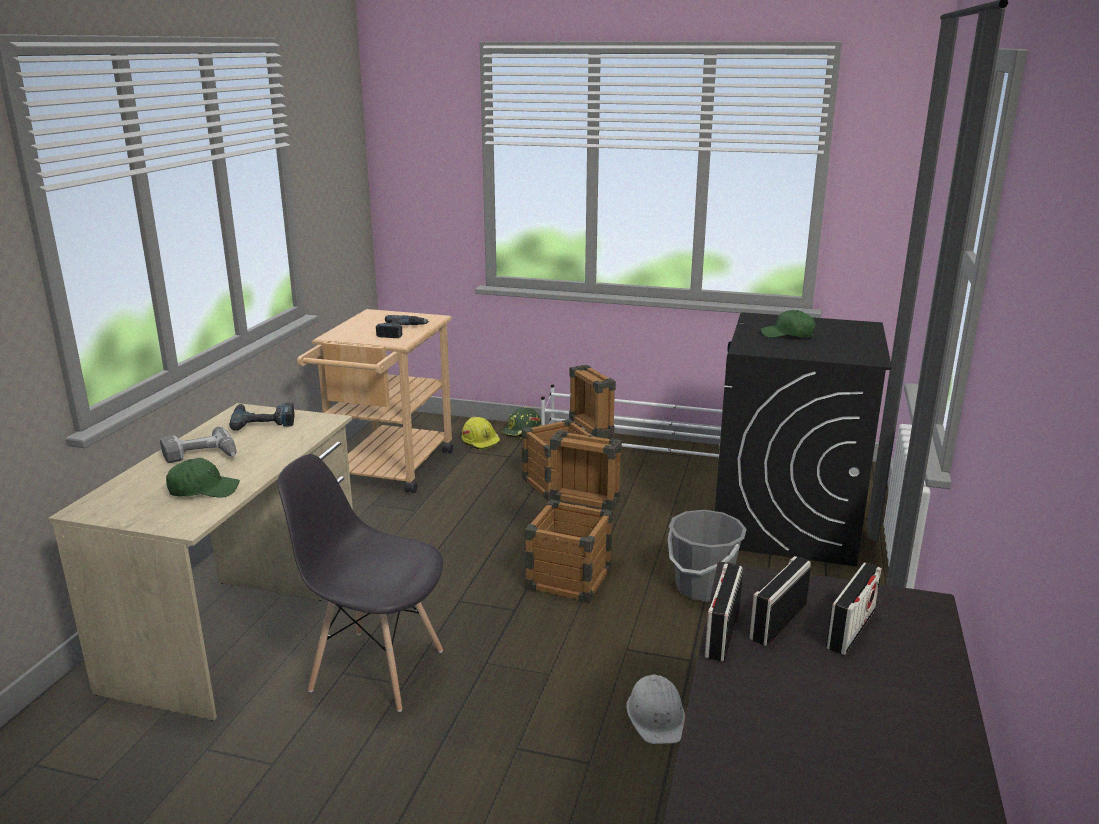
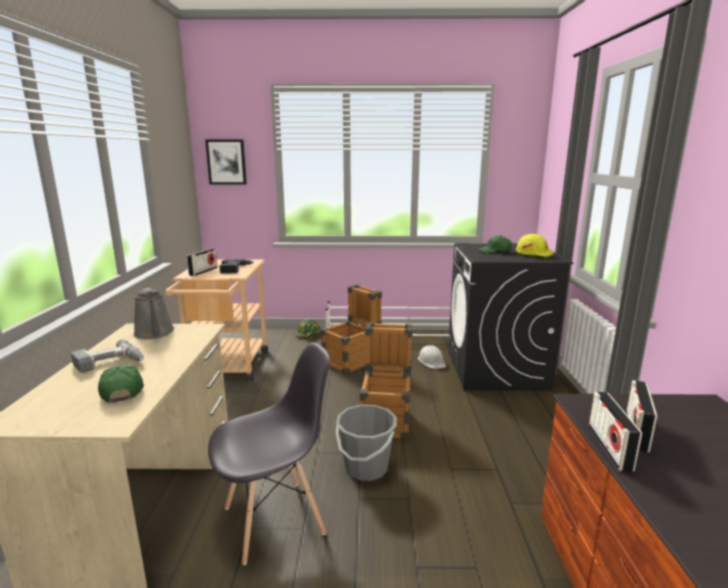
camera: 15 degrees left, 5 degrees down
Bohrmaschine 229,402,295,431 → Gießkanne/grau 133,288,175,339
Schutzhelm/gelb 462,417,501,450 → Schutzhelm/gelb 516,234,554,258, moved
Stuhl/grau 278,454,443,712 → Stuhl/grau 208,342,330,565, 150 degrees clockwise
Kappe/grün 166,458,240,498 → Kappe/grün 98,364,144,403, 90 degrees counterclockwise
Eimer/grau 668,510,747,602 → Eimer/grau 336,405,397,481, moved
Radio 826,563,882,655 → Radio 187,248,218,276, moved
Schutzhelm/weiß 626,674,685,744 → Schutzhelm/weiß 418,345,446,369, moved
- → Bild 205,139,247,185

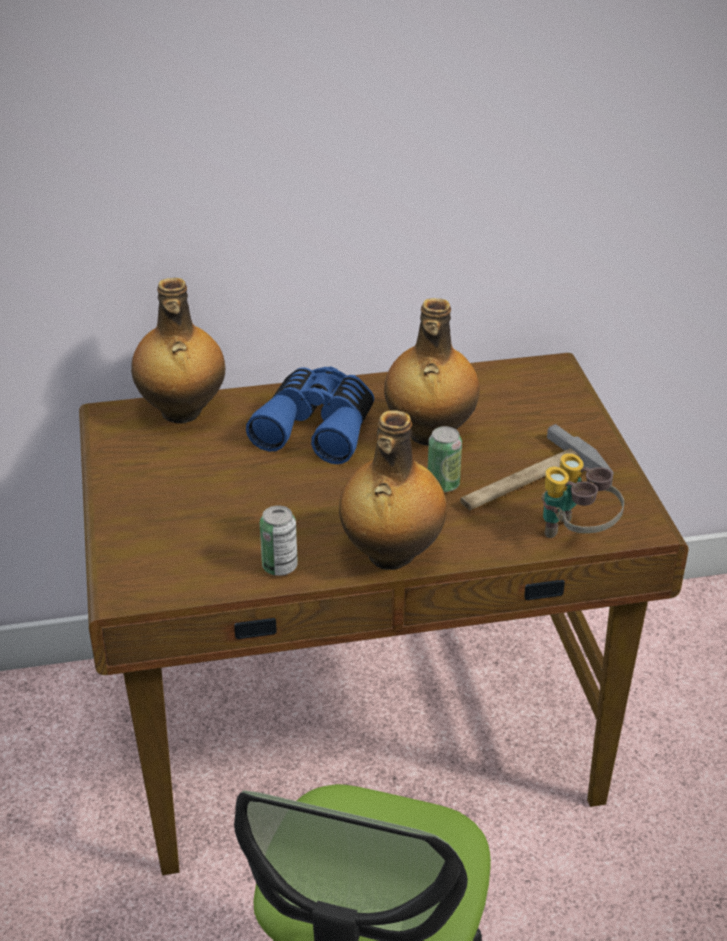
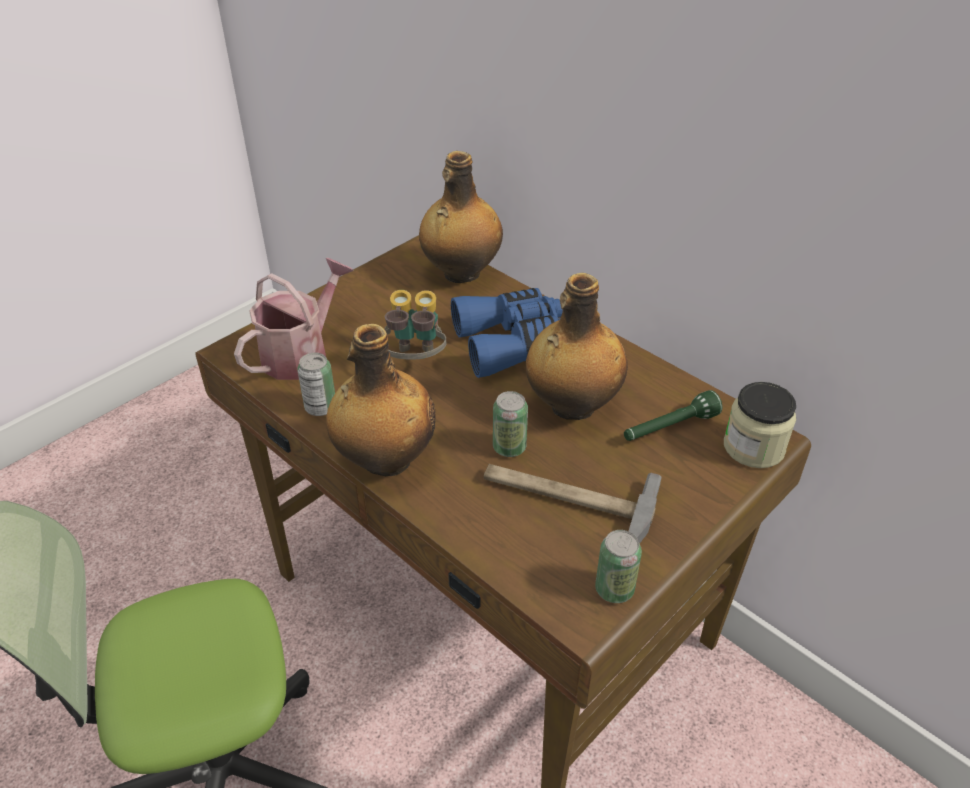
camera: 55 degrees right, 5 degrees up
Fernglas 541,453,624,538 → Fernglas 384,290,446,360, moved
- → Gießkanne 234,258,354,380
- → Vorratsglas 724,382,796,468
- → Taschenlampe/grün 624,390,723,441
- → Dose 595,530,642,603

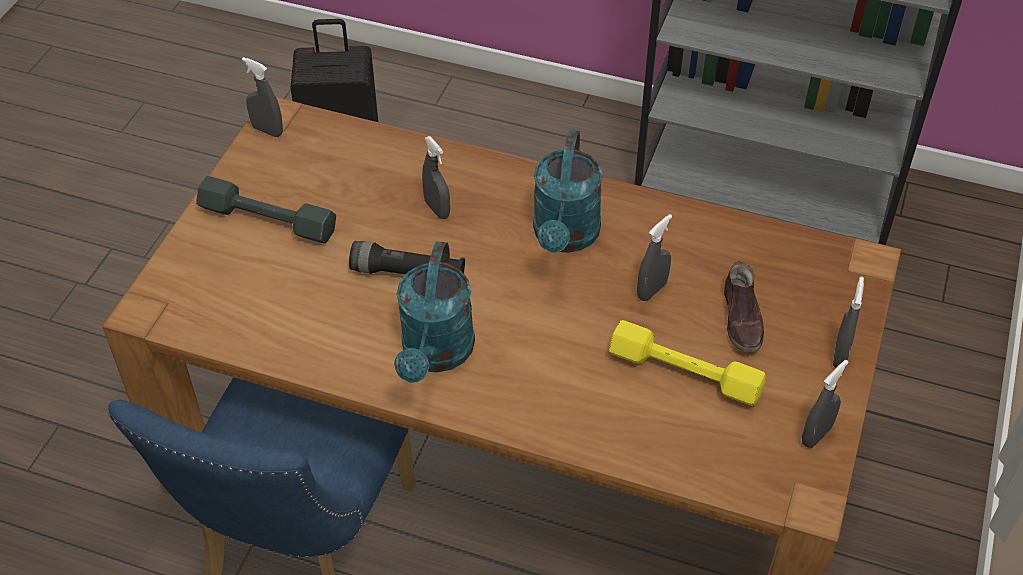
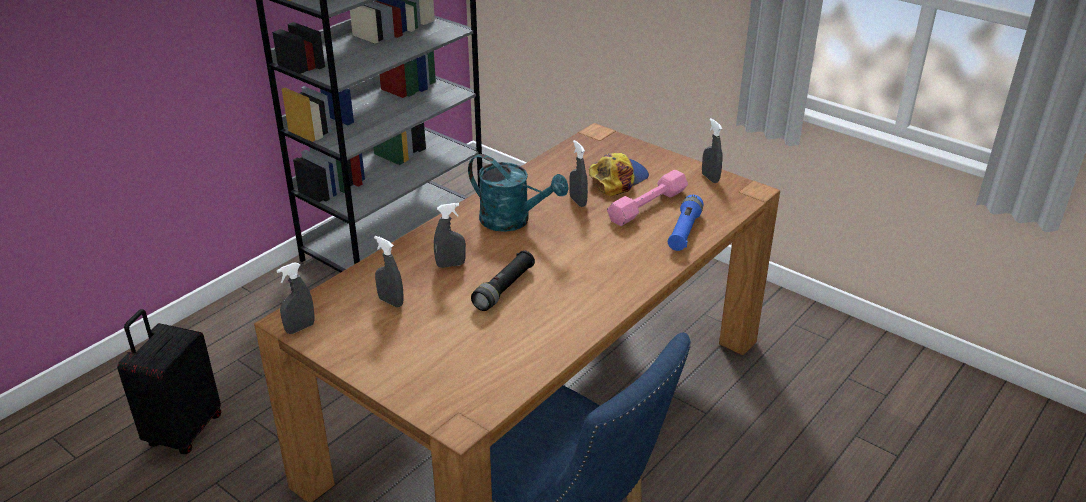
camera: 70 degrees left, 15 degrees down
Hantel/grau 196,176,336,244 → -
Gießkanne/türkis 394,241,475,383 → -
Schuh/braun 724,261,764,352 → Kappe 589,153,649,196
Sprühflasche/grau 833,277,864,368 → Sprühflasche/grau 374,236,404,307, moved
Hantel/gelb 609,320,766,406 → Hantel/rosa 607,170,688,226
- → Taschenlampe/blau 668,195,703,251

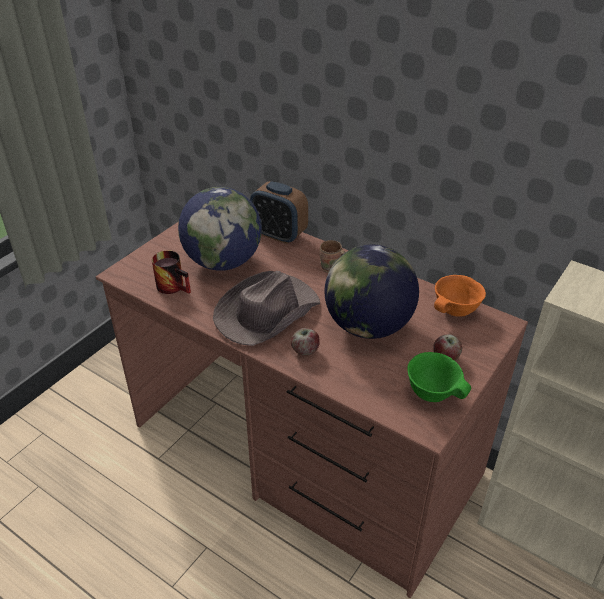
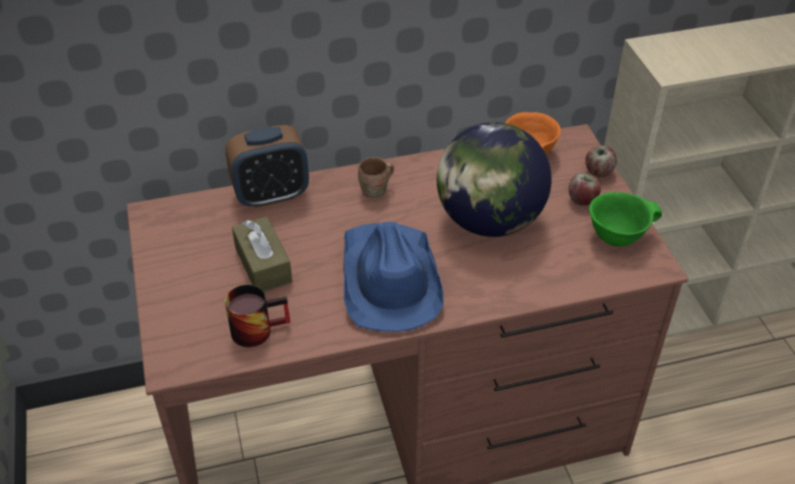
camera: 50 degrees left, 5 degrees up
Globus 178,187,262,271 → Taschentuchbox/braun 232,216,292,291
Hut/braun 213,271,320,346 → Hut/blau 343,222,444,332
Apfel 291,328,320,356 → Apfel 585,146,617,177, moved

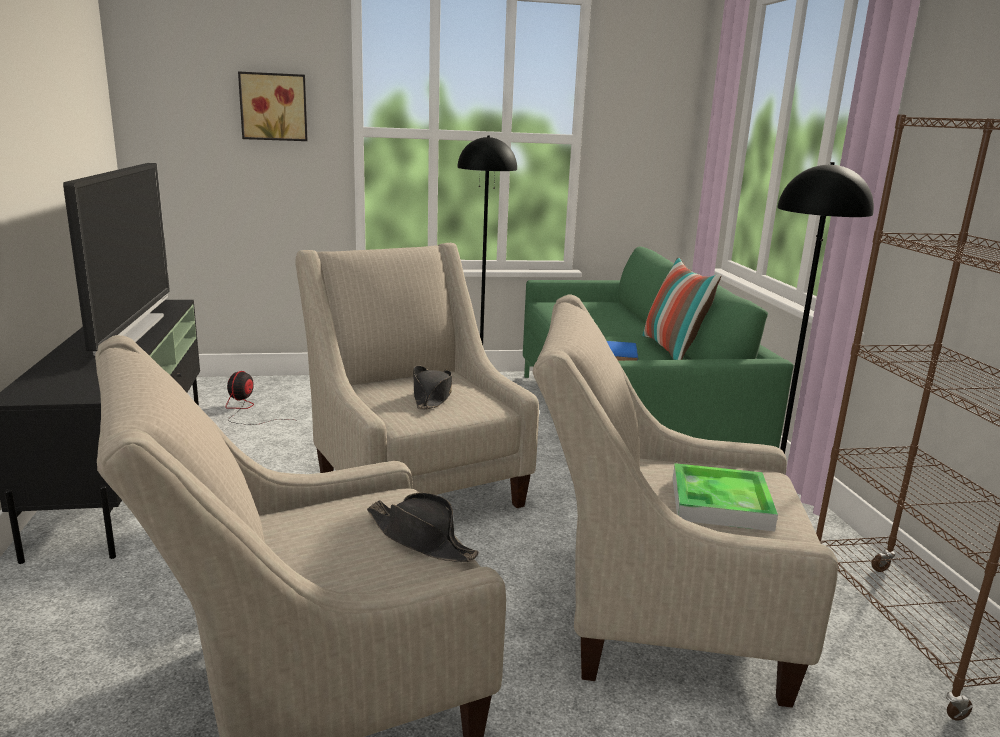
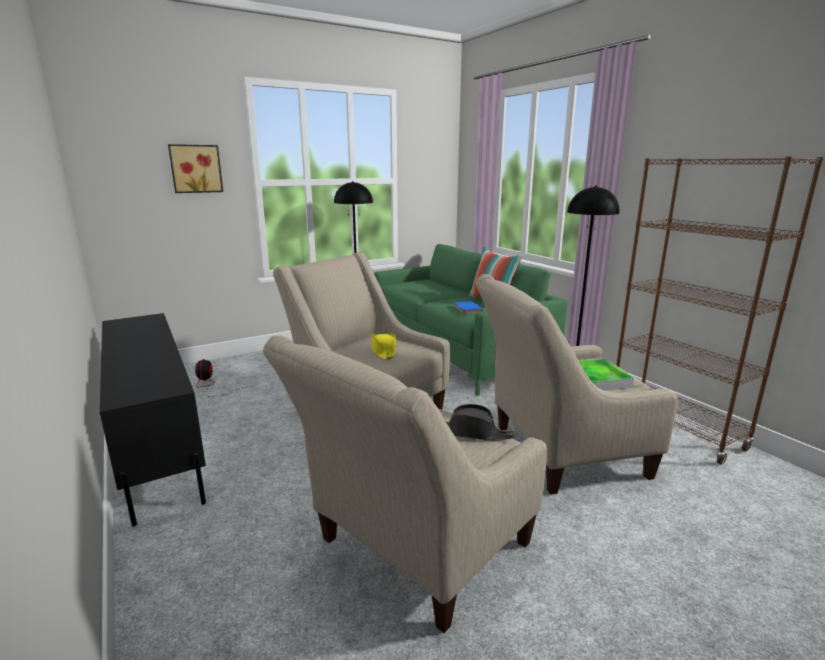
camera: 20 degrees left, 0 degrees up
Fernseher 63,163,170,356 → -
Hut/schwarz 413,365,452,409 → Hut/gelb 371,332,396,360

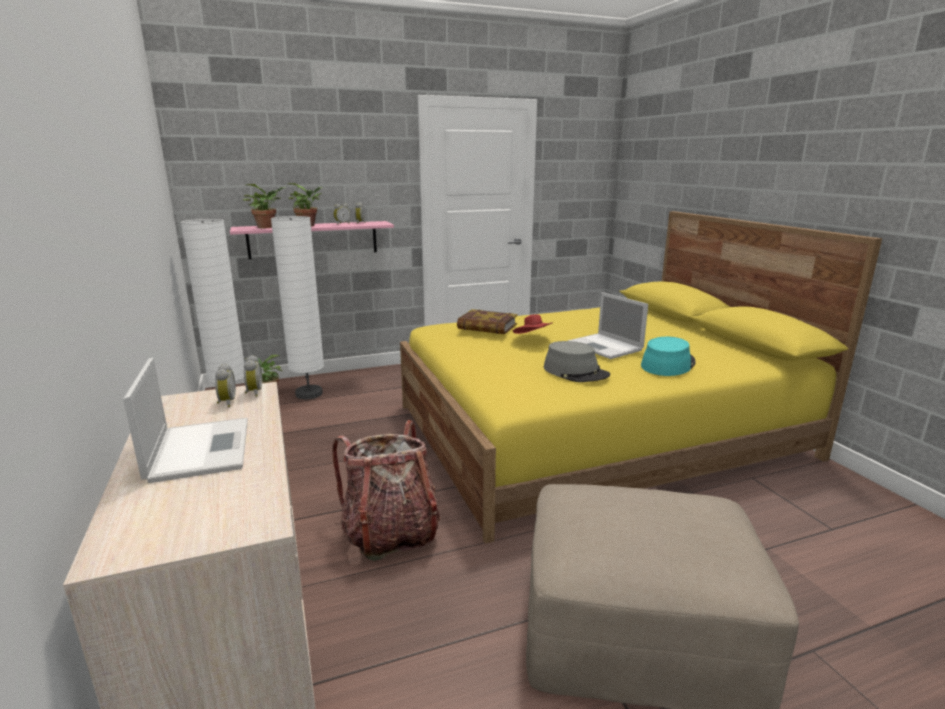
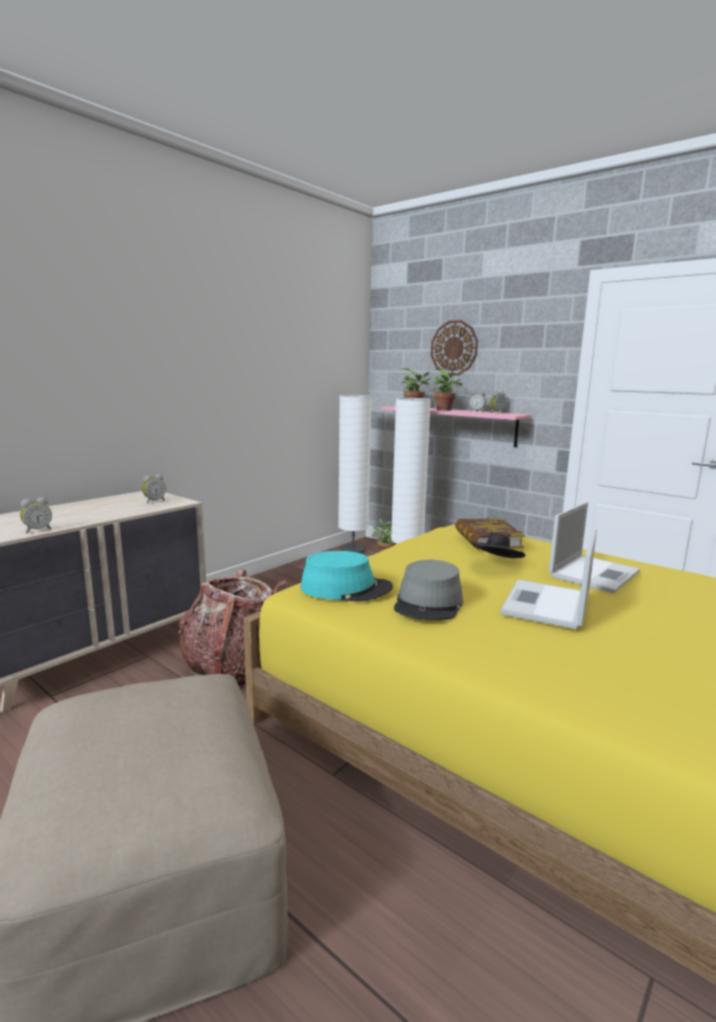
camera: 60 degrees right, 5 degrees down
Hut/rot 513,315,553,334 → Hut/schwarz 469,533,525,558
Hut/türkis 641,337,695,376 → Hut/türkis 300,551,393,602, moved
Wecker 244,355,262,397 → Wecker 20,497,52,533, moved
Laptop 123,358,248,483 → Laptop 549,502,640,593, moved
- → Wanduhr 431,320,478,376

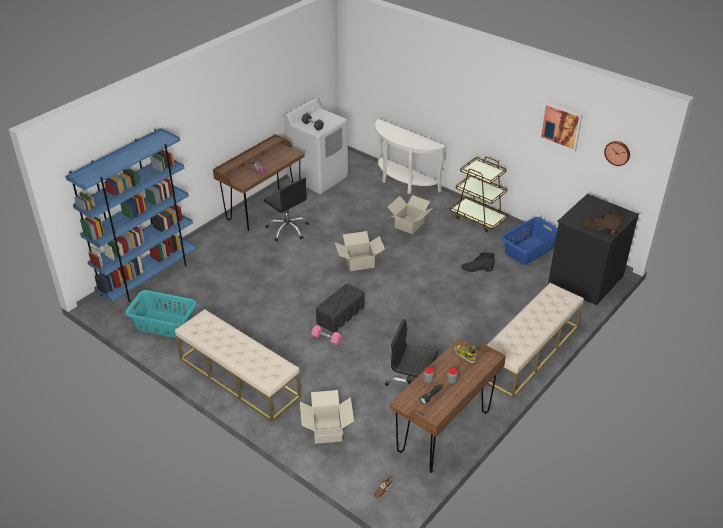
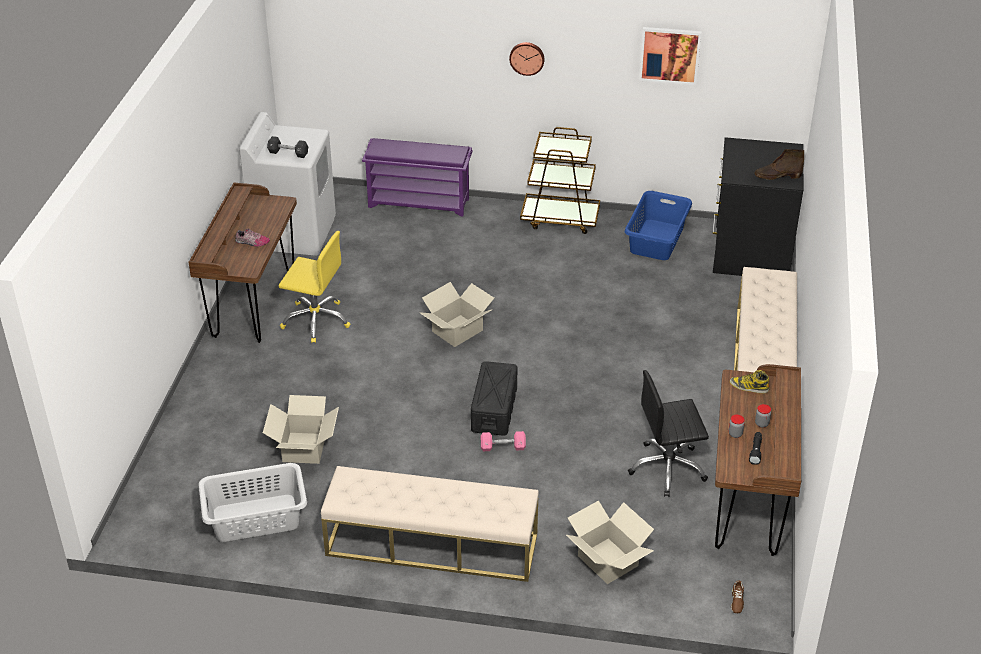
camera: 30 degrees left, 0 degrees up
Konsolentisch/weiß 375,119,446,194 → Schuhregal/lila 362,138,472,217
Bücherregal/blau 65,128,197,302 → -
Wanduhr 604,141,630,166 → Wanduhr 509,42,545,76, moved
Bürostuhl/schwarz 264,177,309,241 → Bürostuhl/gelb 279,231,350,343
Karton 388,195,433,234 → Karton 263,395,339,464, moved
Stiefel/schwarz 461,252,495,272 → -
Wäschekorb/türkis 125,290,197,338 → Wäschekorb/grau 198,463,307,542

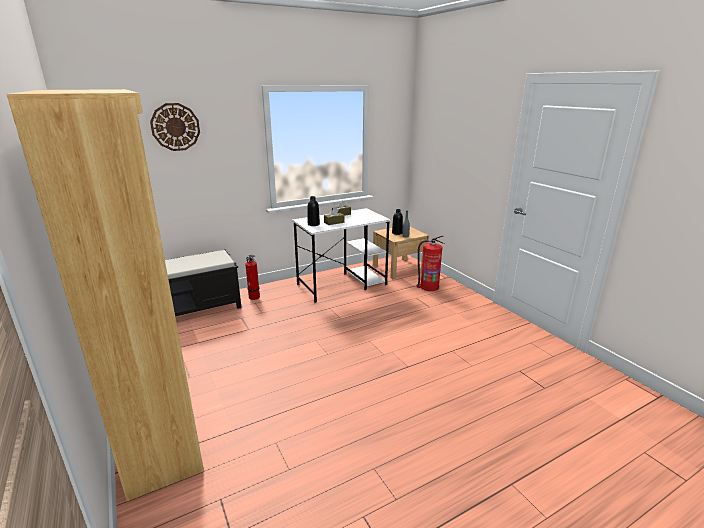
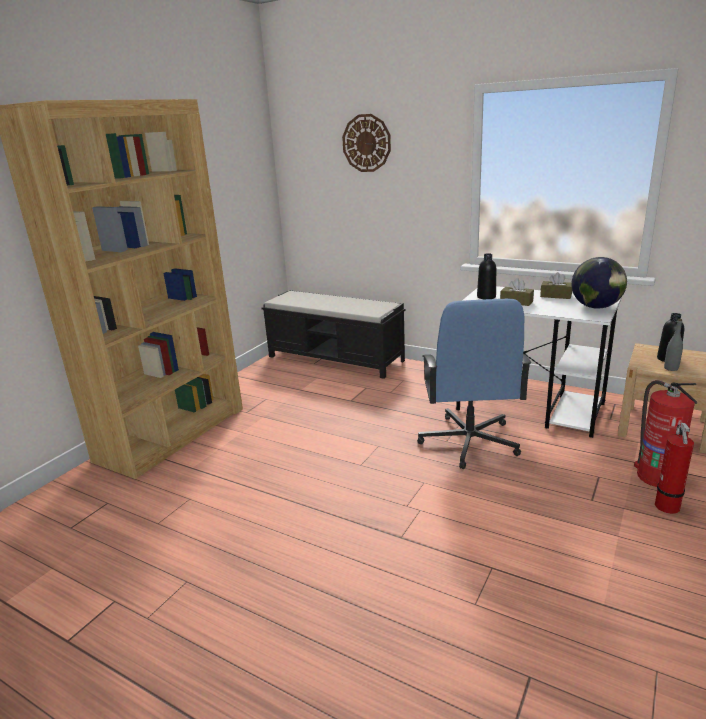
camera: 60 degrees right, 0 degrees up
Feuerlöscher 245,255,260,300 → Feuerlöscher 655,423,694,514, moved
- → Globus 572,257,627,309
- → Bürostuhl/blau 417,299,531,469

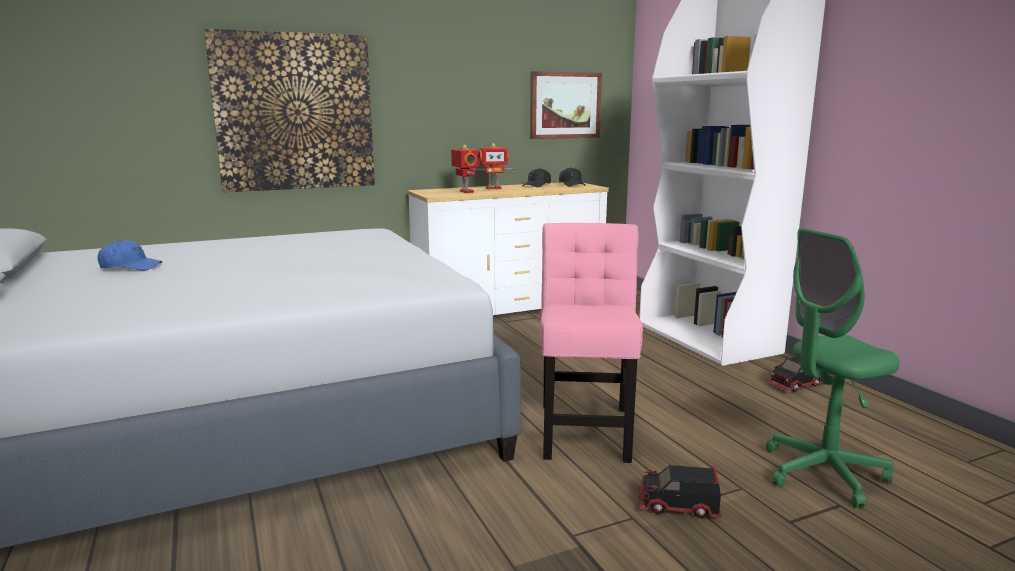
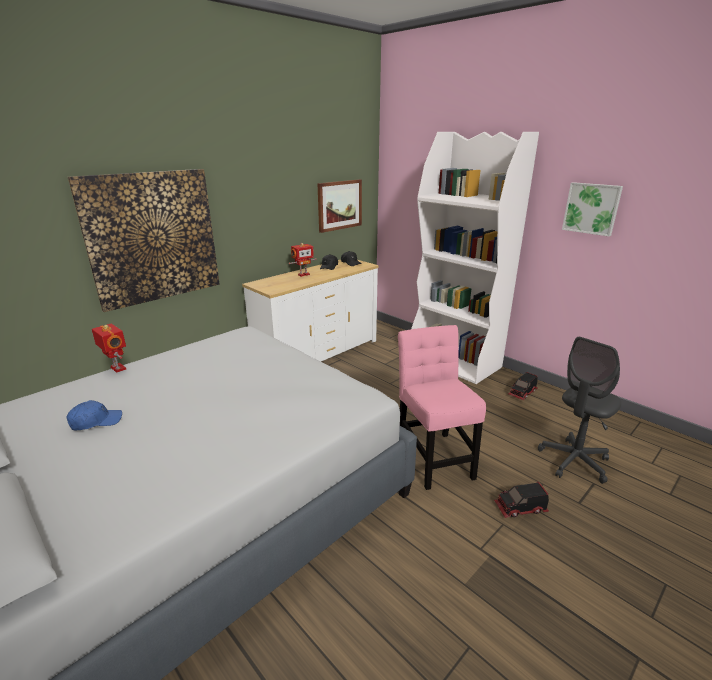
camera: 20 degrees left, 10 degrees up
Spielzeugroboter 451,145,479,193 → Spielzeugroboter 92,324,126,373, moved
Bürostuhl/grün 766,228,900,508 → Bürostuhl/grau 538,337,621,484
- → Bild 562,182,623,236

